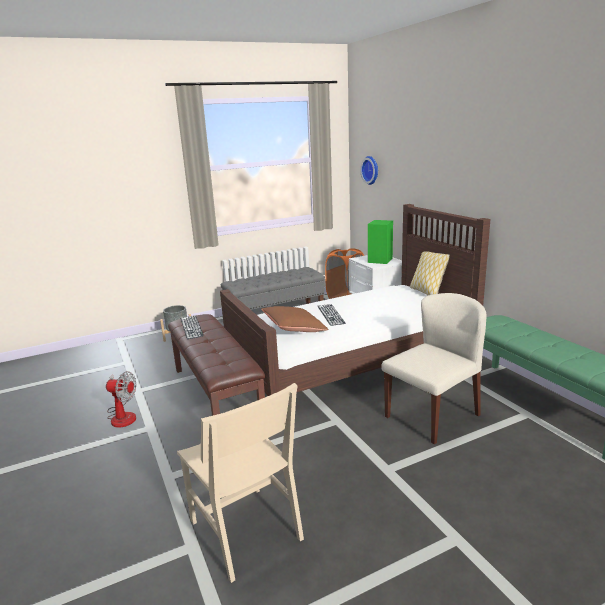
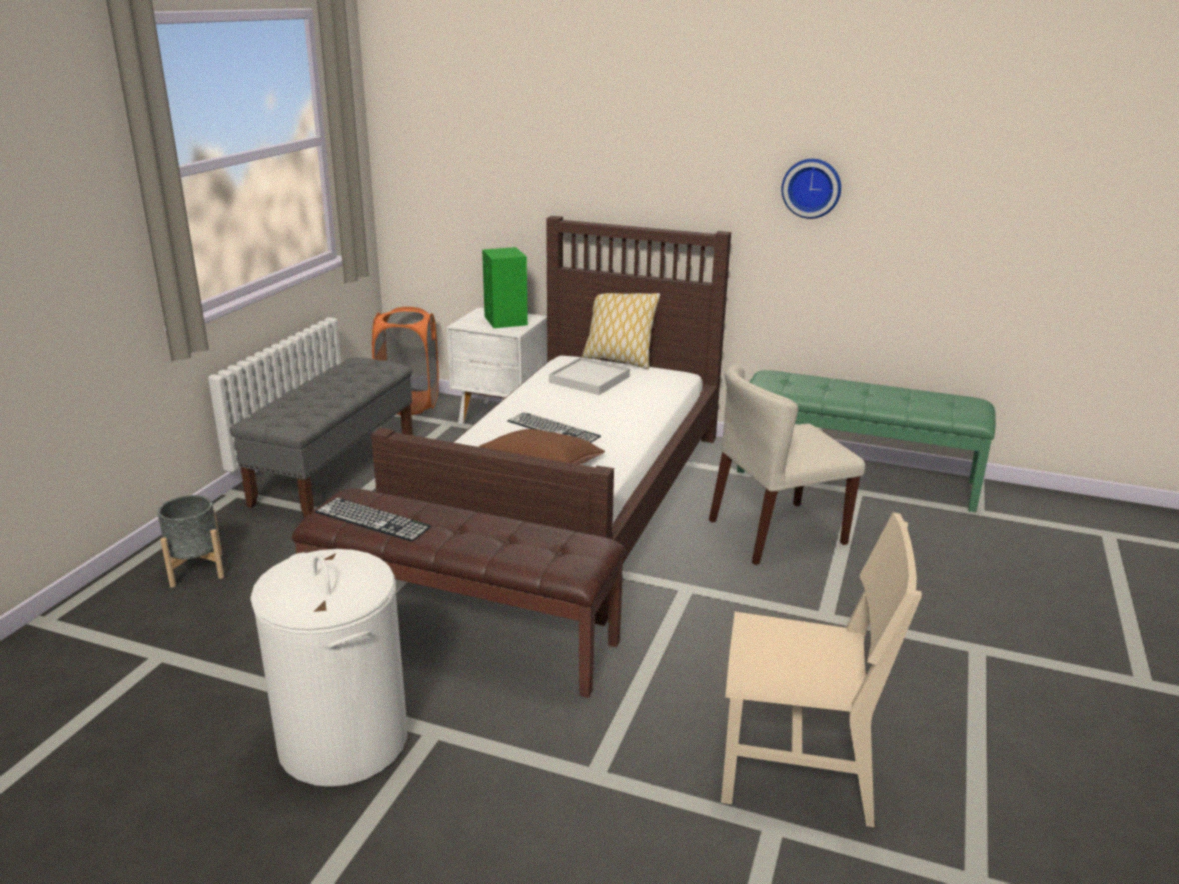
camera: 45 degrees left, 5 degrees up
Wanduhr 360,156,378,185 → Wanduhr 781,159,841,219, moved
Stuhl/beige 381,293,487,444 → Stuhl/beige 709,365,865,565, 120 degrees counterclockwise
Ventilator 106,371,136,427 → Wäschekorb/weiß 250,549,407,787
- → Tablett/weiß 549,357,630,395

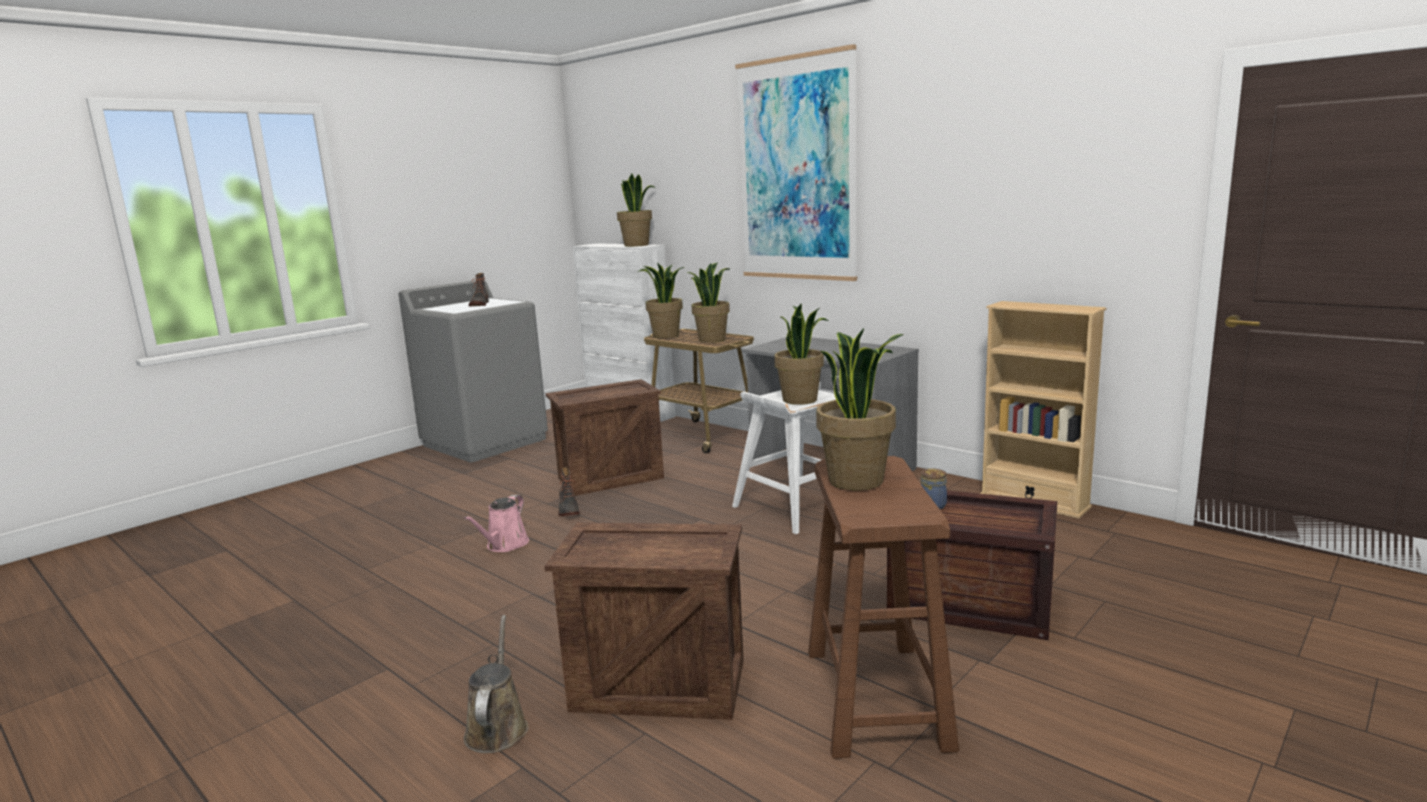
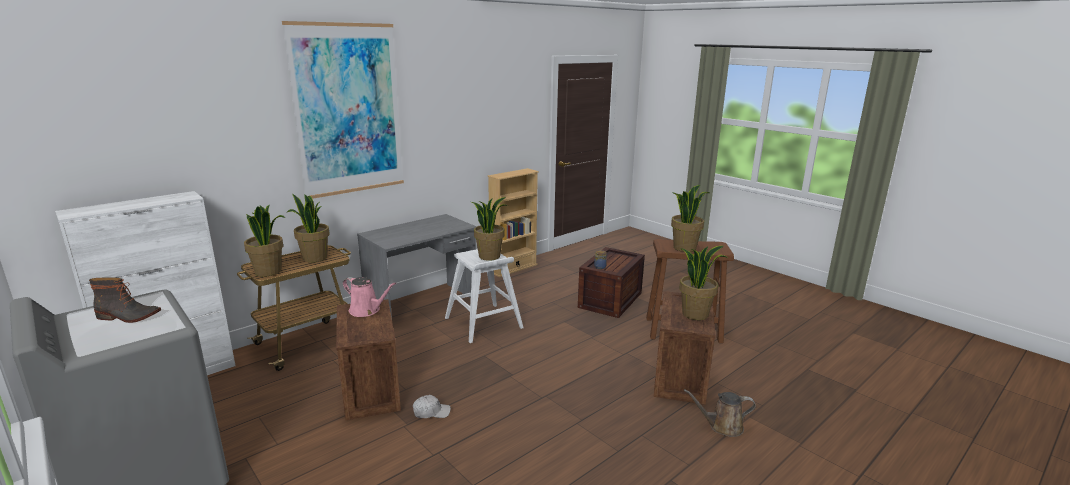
camera: 85 degrees left, 5 degrees up
Topfpflanze 617,174,655,247 → Topfpflanze 680,246,728,320, moved
Stiefel 558,467,580,516 → Kappe/weiß 413,395,451,418
Gießkanne/rosa 464,495,529,552 → Gießkanne/rosa 343,277,396,317, moved

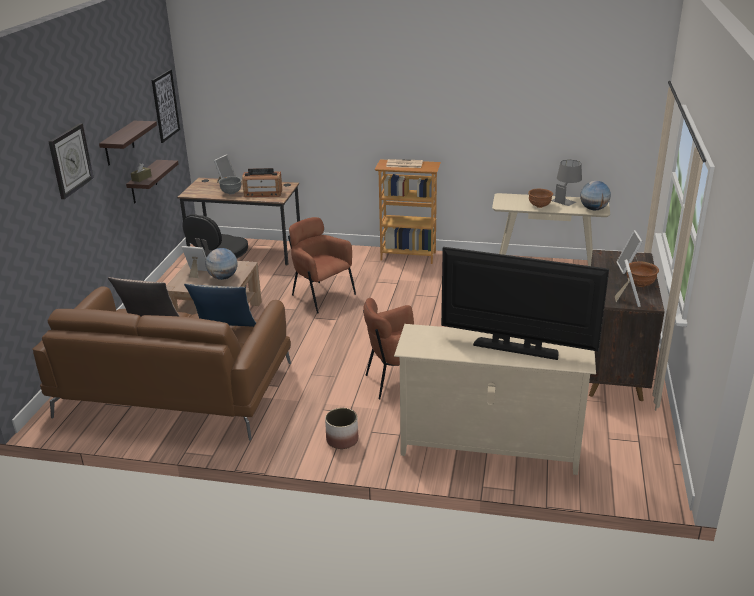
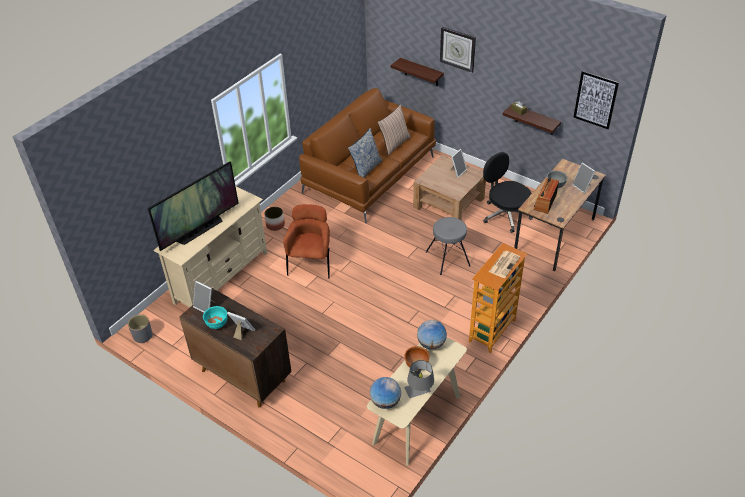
camera: 115 degrees right, 15 degrees up
Wandregal 99,121,157,165 → Wandregal 391,58,444,86, moved
Sessel/braun 288,217,356,314 → Hocker/grau 426,217,470,275
Globus 206,248,238,280 → Globus 417,320,447,350, moved
Schüssel/braun 627,262,659,287 → Schüssel/türkis 203,306,228,329
- → Pflanzkübel/grau 128,315,153,343

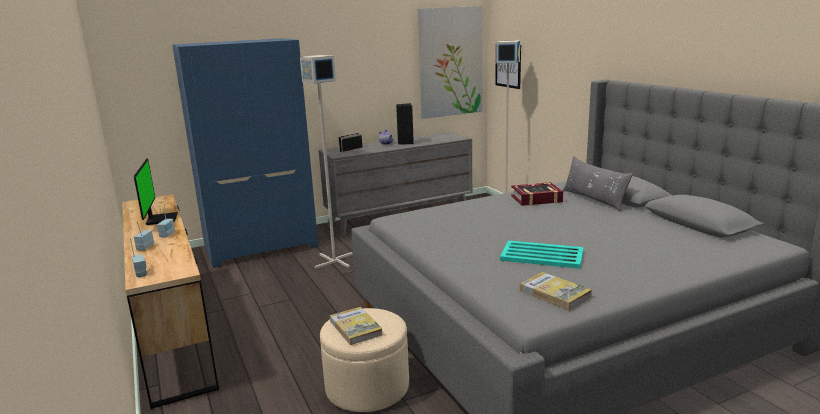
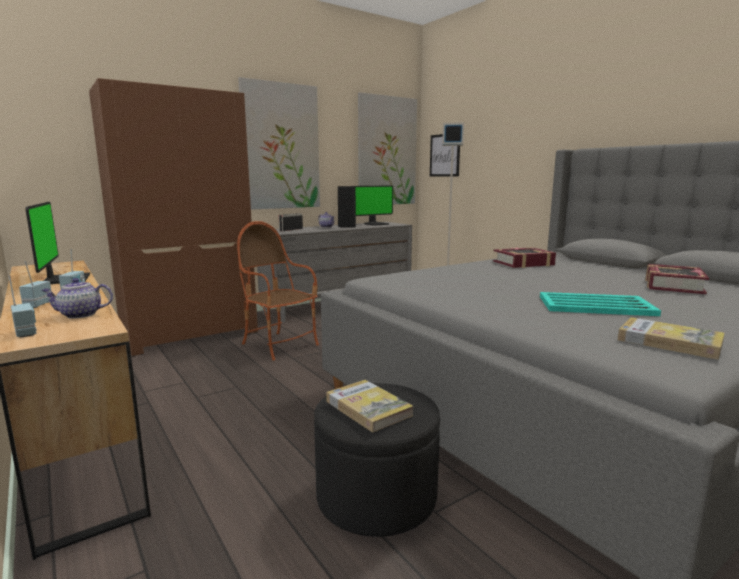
camera: 10 degrees left, 5 degrees down
Kleiderschrank/blau 172,38,318,268 → Kleiderschrank/braun 89,78,258,357
Stehlampe/grau 300,55,353,269 → Sessel 237,221,319,361
Kissen/grau 562,156,633,211 → -
Polsterhocker/beige 320,308,409,412 → Polsterhocker/schwarz 314,383,440,537
- → Bild 238,77,320,210
- → Monitor 356,185,393,226
- → Buch 645,264,709,294
- → Teekanne 41,278,113,319

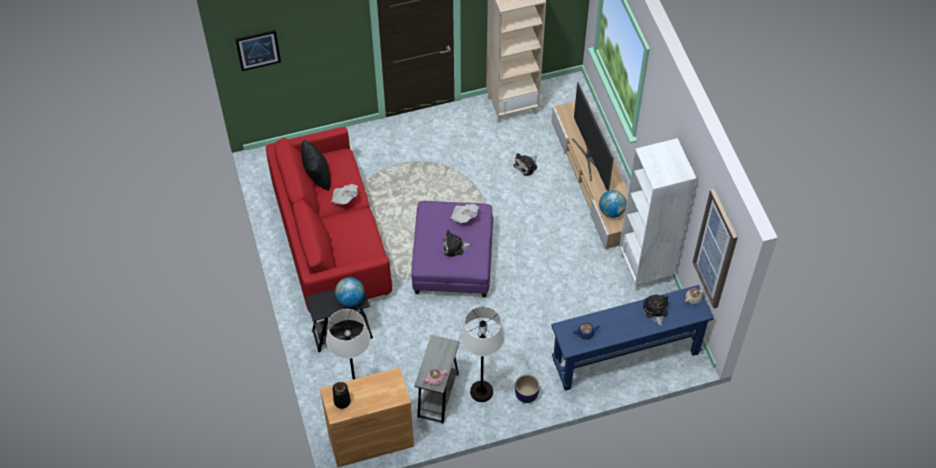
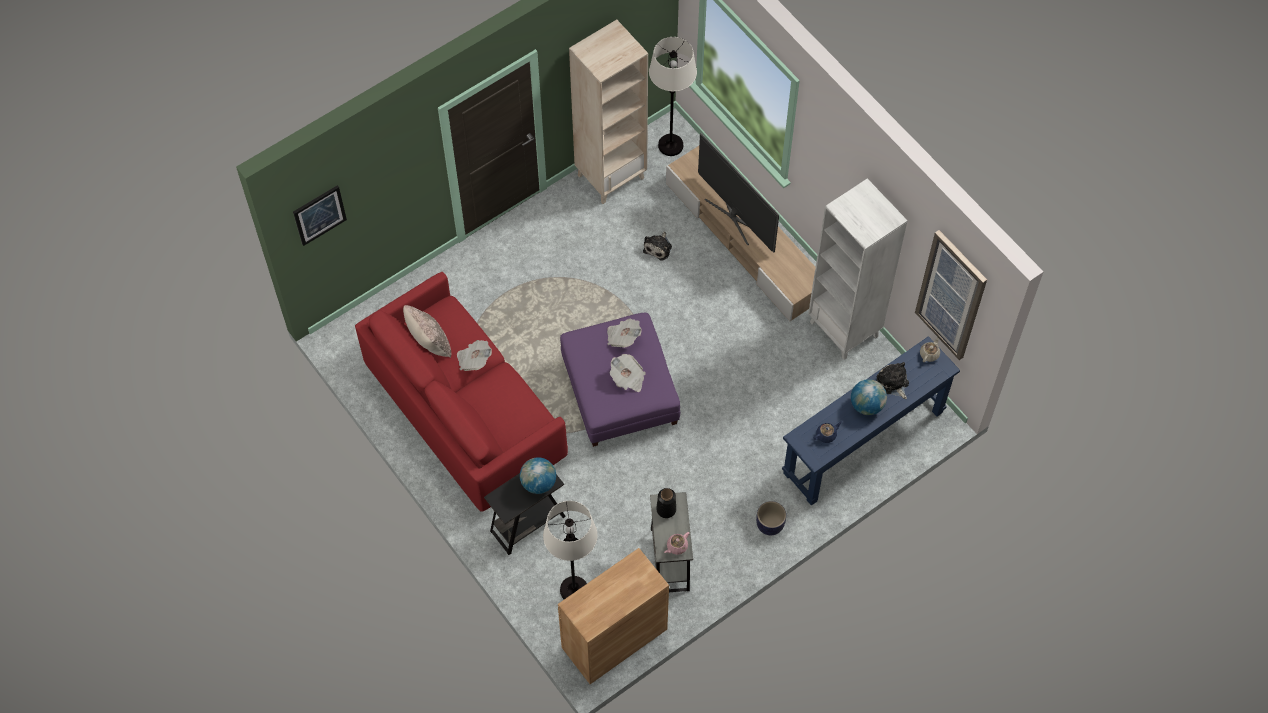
camera: 20 degrees left, 5 degrees up
Kissen/schwarz 301,140,331,191 → Kissen/beige 403,305,451,358
Globus 599,190,627,218 → Globus 851,379,887,415, moved
Plüschtier 443,230,472,257 → Zeitung 610,354,646,392
Stehlampe/weiß 461,307,505,402 → Stehlampe/weiß 649,37,697,156, moved
Vase/schwarz 333,382,351,409 → Vase/schwarz 656,488,676,518, moved

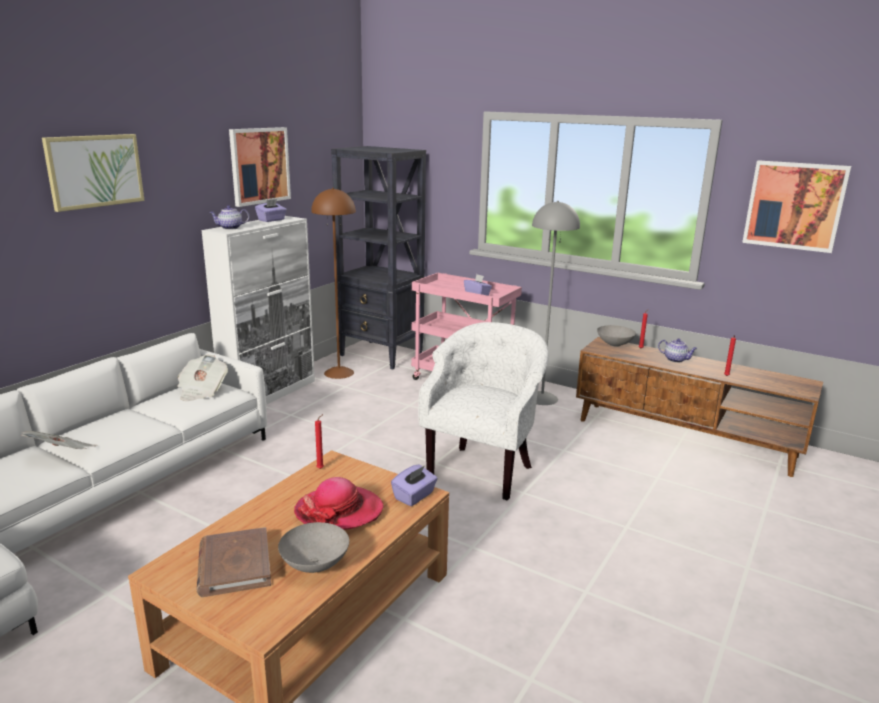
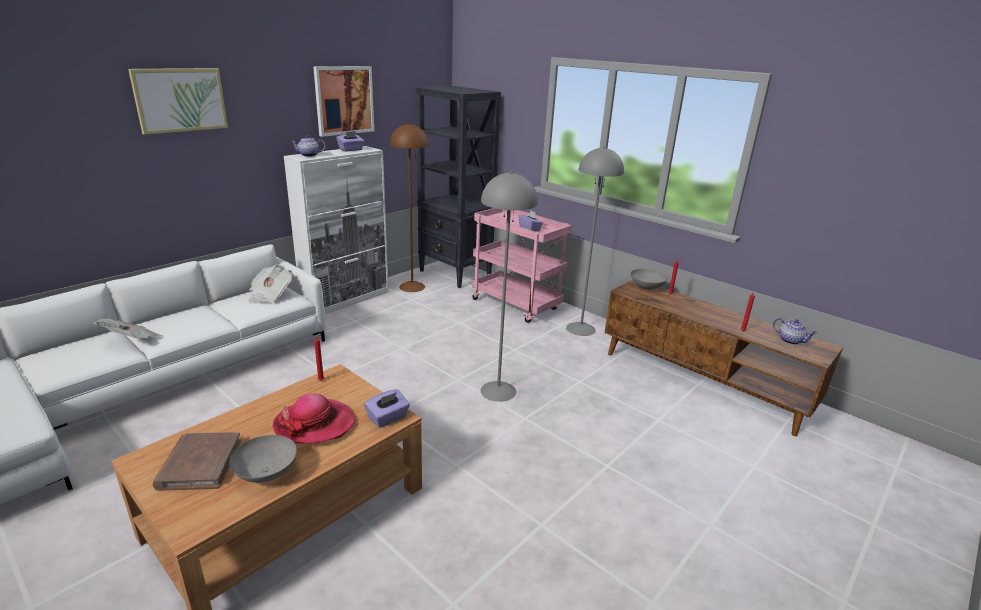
camera: 10 degrees right, 5 degrees up
Bild 742,160,851,253 → -
Sessel/weiß 418,322,549,501 → Stehlampe/grau 481,172,538,402
Teekanne 658,339,698,363 → Teekanne 773,318,817,345, moved

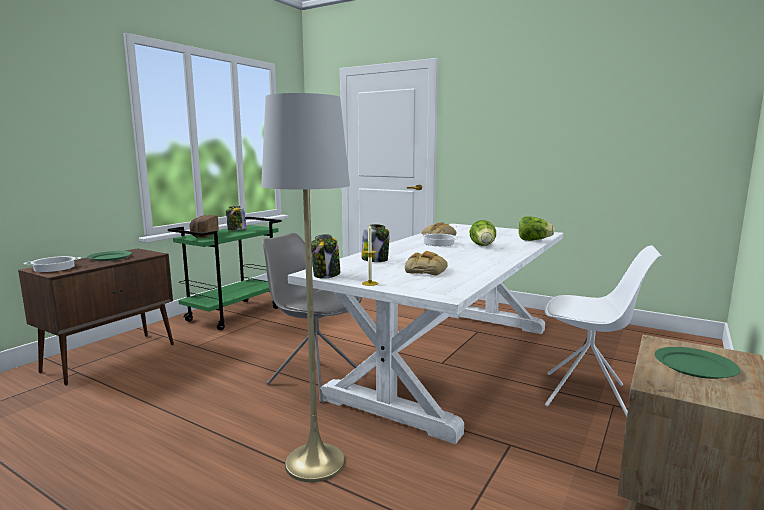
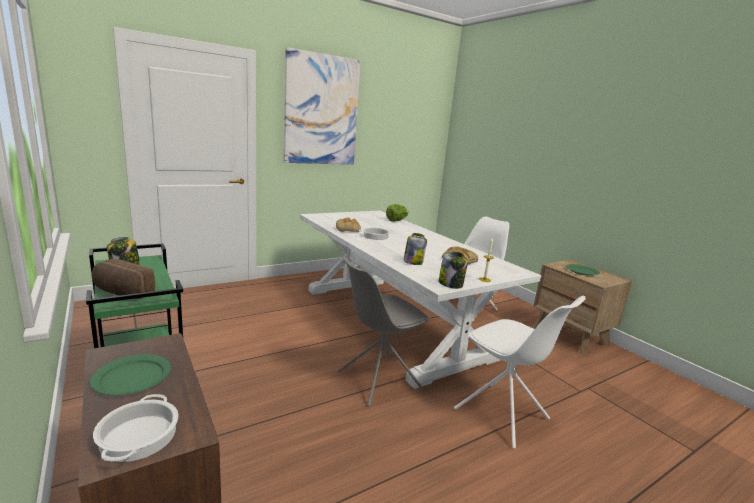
camera: 65 degrees left, 5 degrees up
Stehlampe/grau 261,93,350,482 → Stuhl/weiß 454,296,586,449
Salatkopf 470,220,496,246 → -
- → Bild 284,47,361,164

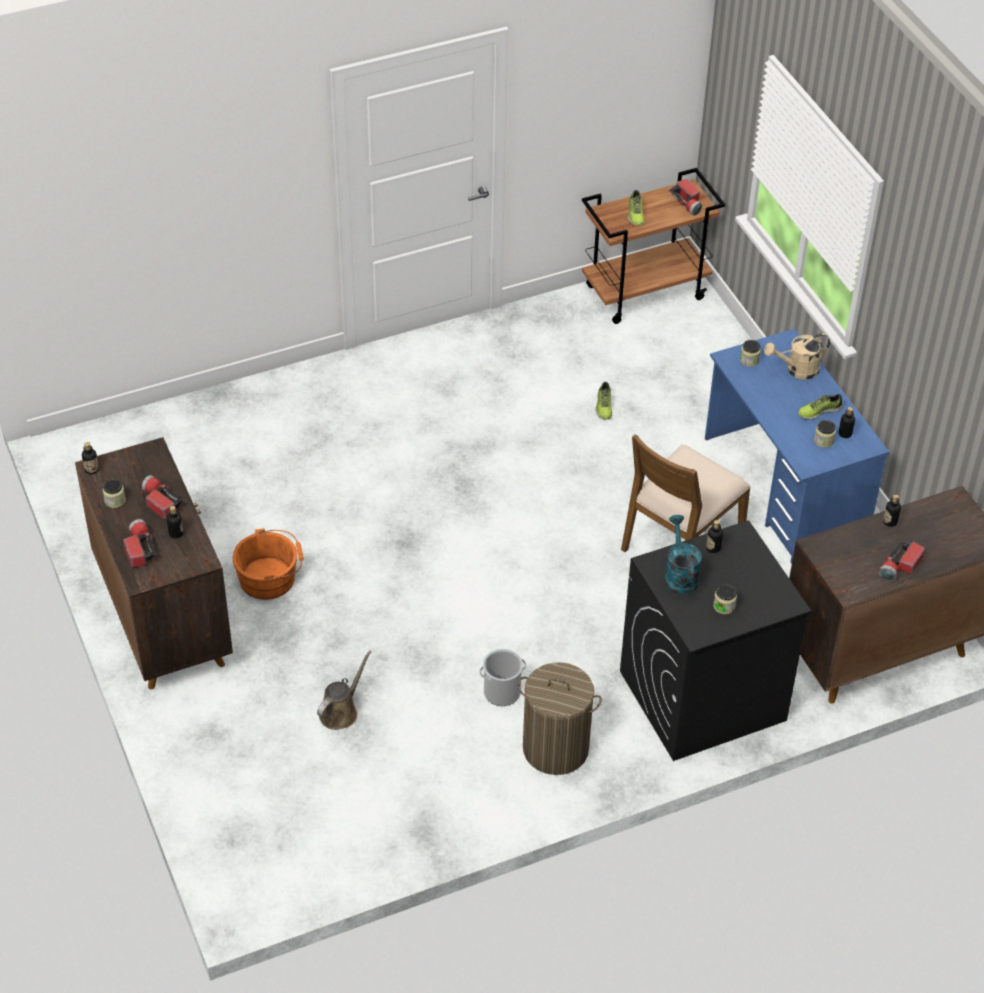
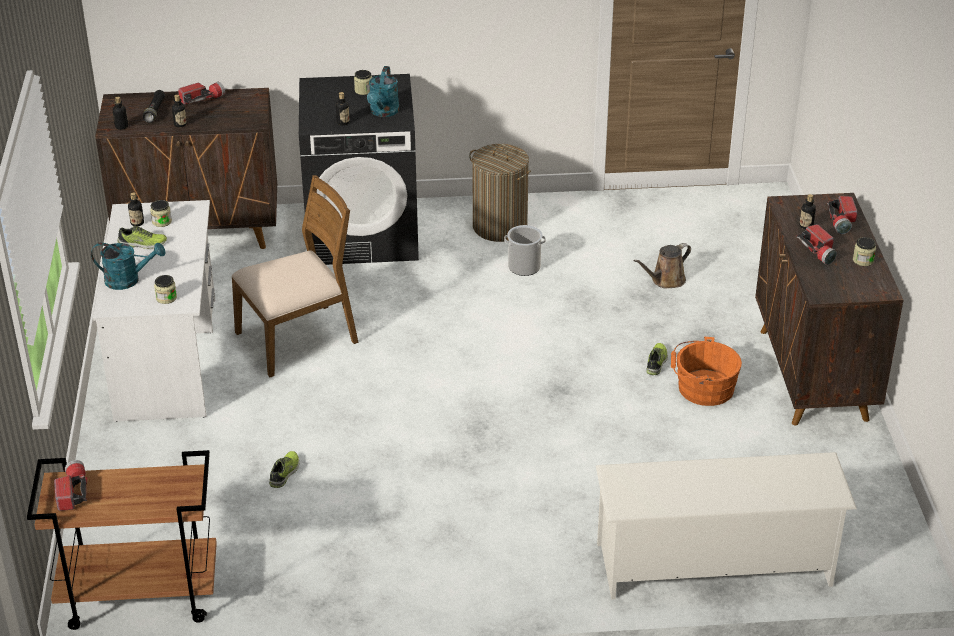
camera: 160 degrees left, 10 degrees down
Schuh 628,190,645,226 → Schuh 646,343,668,375, moved
Schreibtisch/blau 705,329,889,564 → Schreibtisch/weiß 93,200,215,422
Gießkanne/beige 764,333,830,380 → Gießkanne/türkis 91,243,165,290
Flasche 82,442,99,474 → Flasche 113,97,128,130, moved
- → Taschenlampe/schwarz 143,90,165,123
- → Schuhregal/weiß 596,452,857,599

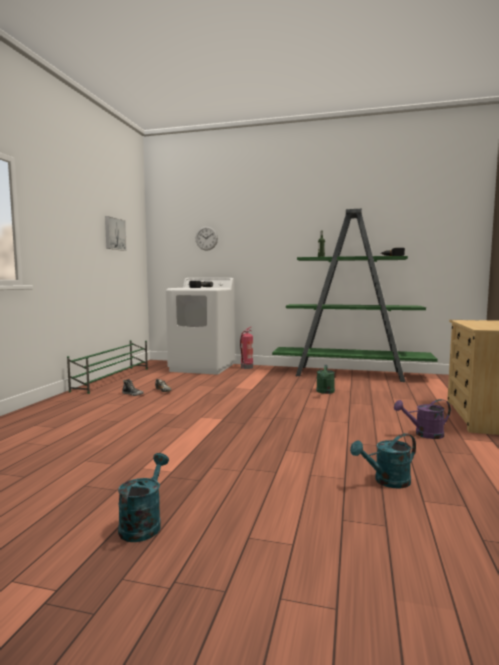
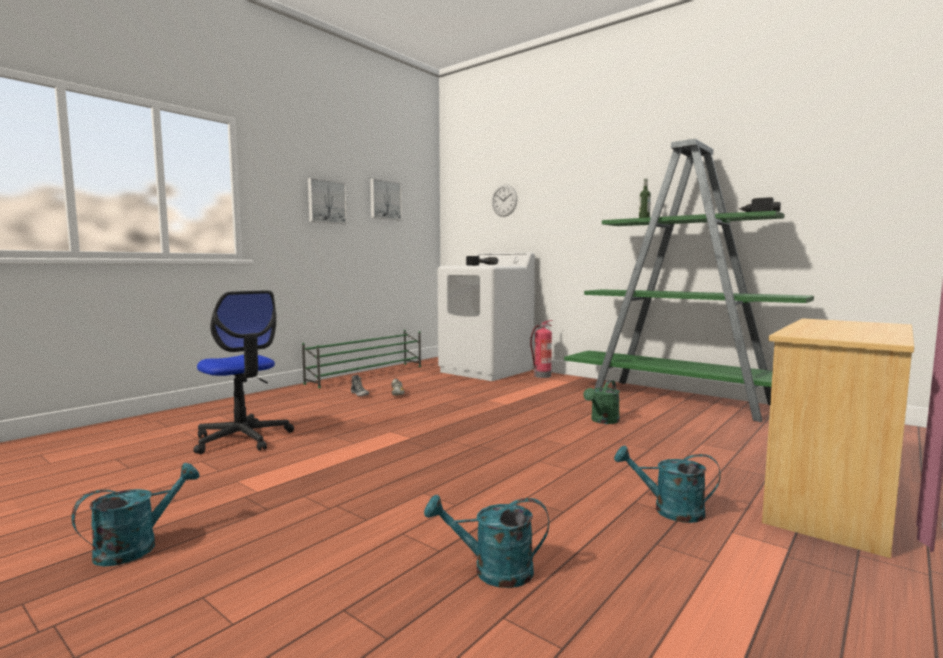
camera: 25 degrees right, 0 degrees up
Gießkanne/lila 394,399,451,439 → Gießkanne/türkis 614,445,721,523
- → Bild 308,178,347,224
- → Bürostuhl 193,290,294,454

